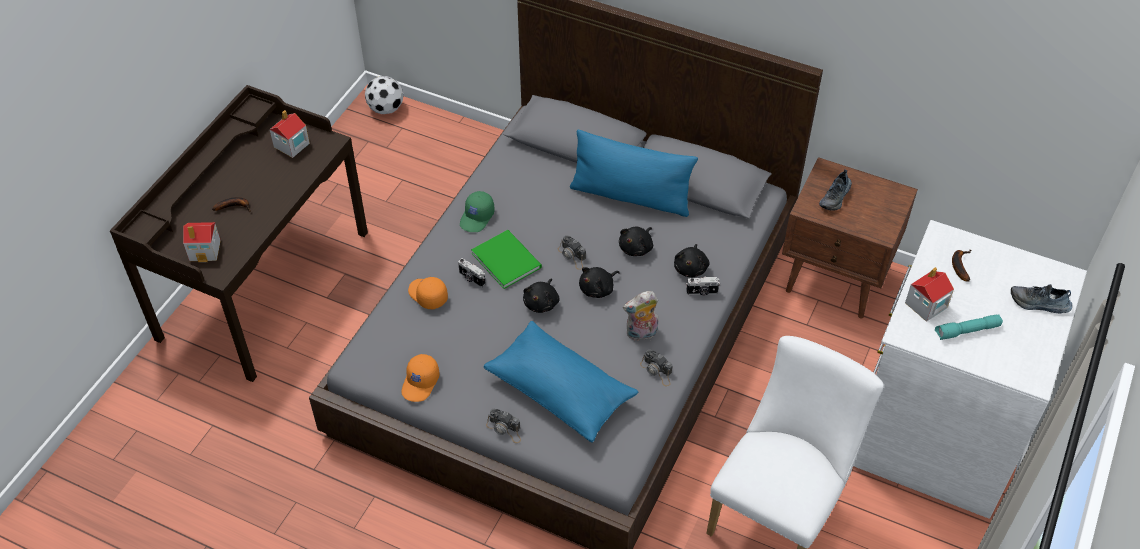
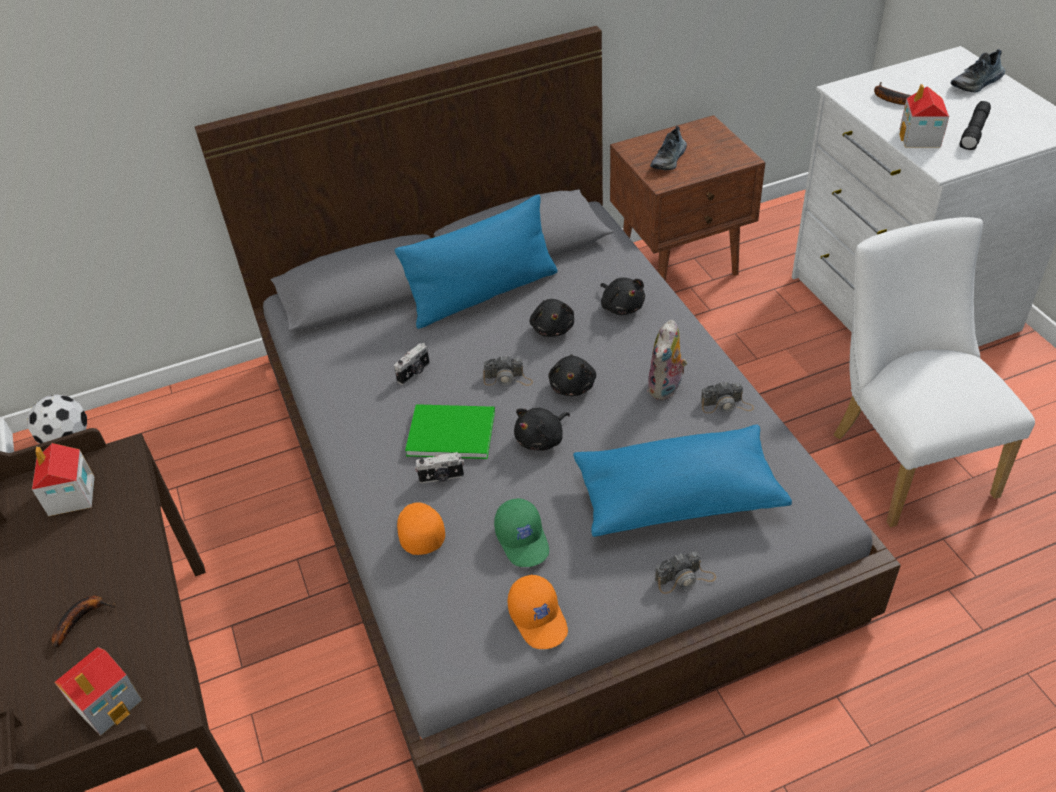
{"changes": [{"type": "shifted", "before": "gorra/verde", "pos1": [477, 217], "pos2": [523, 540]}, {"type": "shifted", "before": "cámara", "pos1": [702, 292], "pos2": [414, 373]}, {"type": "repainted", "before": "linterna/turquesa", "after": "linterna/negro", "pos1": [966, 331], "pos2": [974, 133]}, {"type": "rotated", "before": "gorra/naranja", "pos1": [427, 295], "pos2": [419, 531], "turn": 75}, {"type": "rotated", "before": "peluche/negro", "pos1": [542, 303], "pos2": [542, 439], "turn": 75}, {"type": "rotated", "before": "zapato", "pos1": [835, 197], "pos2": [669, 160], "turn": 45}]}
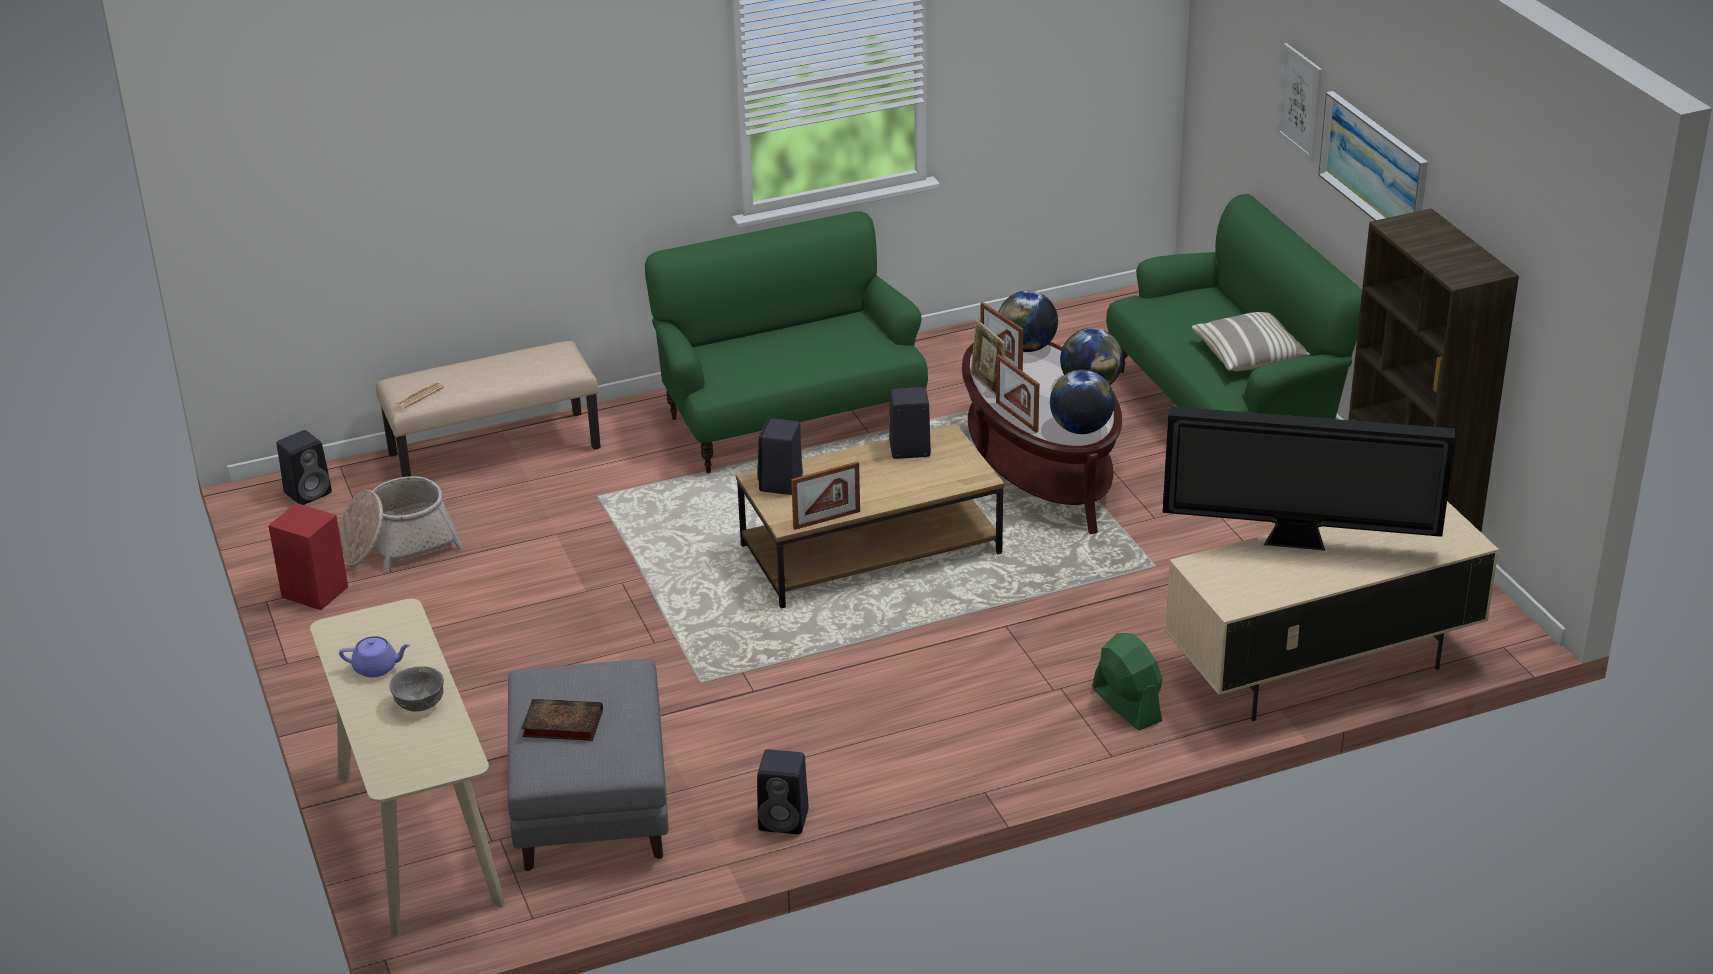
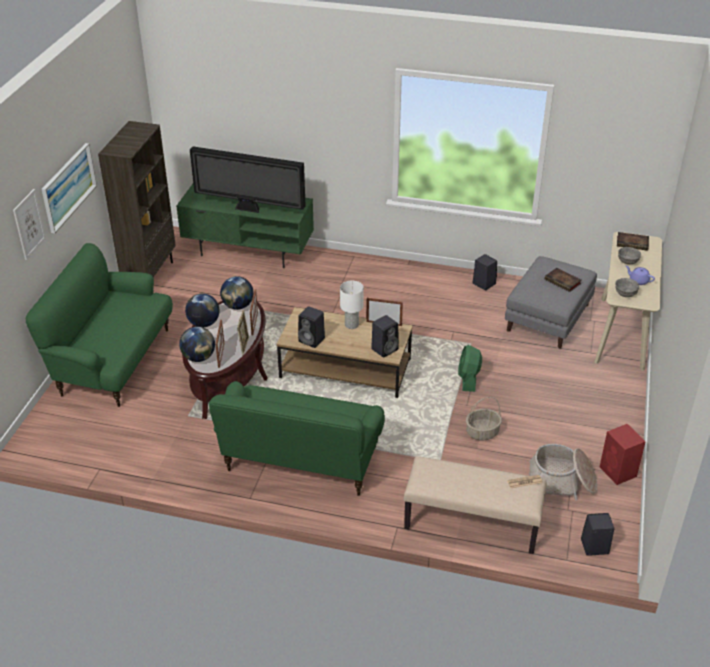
{"changes": [{"type": "gone", "before": "cojín", "pos1": [1249, 355]}, {"type": "new", "after": "lámpara de mesa/blanco", "pos2": [351, 325]}, {"type": "new", "after": "cesta", "pos2": [482, 432]}, {"type": "new", "after": "cuenco/gris", "pos2": [625, 293]}, {"type": "new", "after": "libro", "pos2": [633, 243]}, {"type": "shifted", "before": "ventilador/verde", "pos1": [1126, 705], "pos2": [468, 379]}, {"type": "repainted", "before": "mueble de televisión/beis", "after": "mueble de televisión/verde", "pos1": [1321, 668], "pos2": [249, 251]}, {"type": "rotated", "before": "televisor", "pos1": [1299, 543], "pos2": [249, 209], "turn": 150}]}
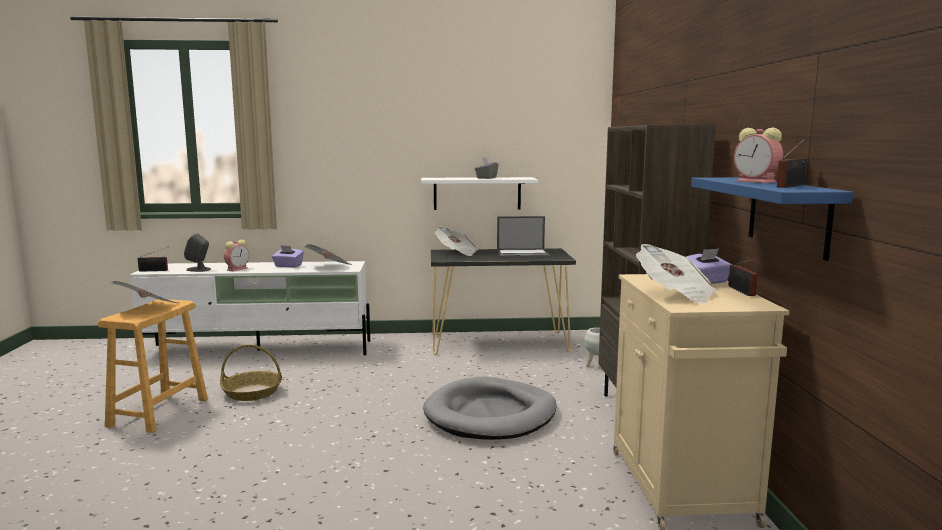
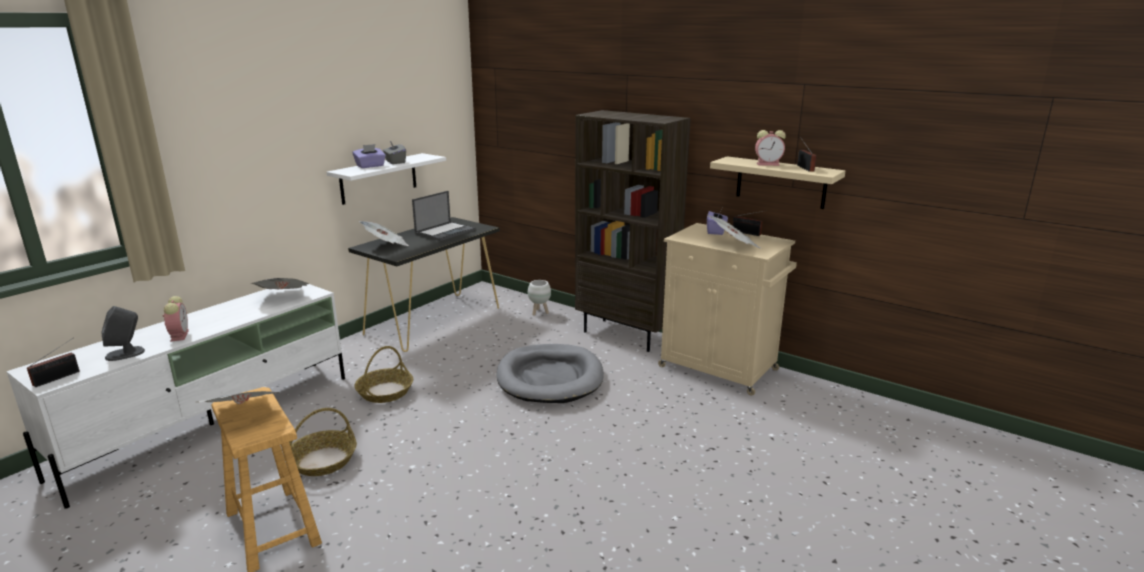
{"changes": [{"type": "new", "after": "cesta", "pos2": [385, 392]}, {"type": "shifted", "before": "caja de pañuelos/morado", "pos1": [288, 266], "pos2": [370, 166]}, {"type": "repainted", "before": "estante/azul", "after": "estante/beis", "pos1": [788, 215], "pos2": [781, 182]}]}
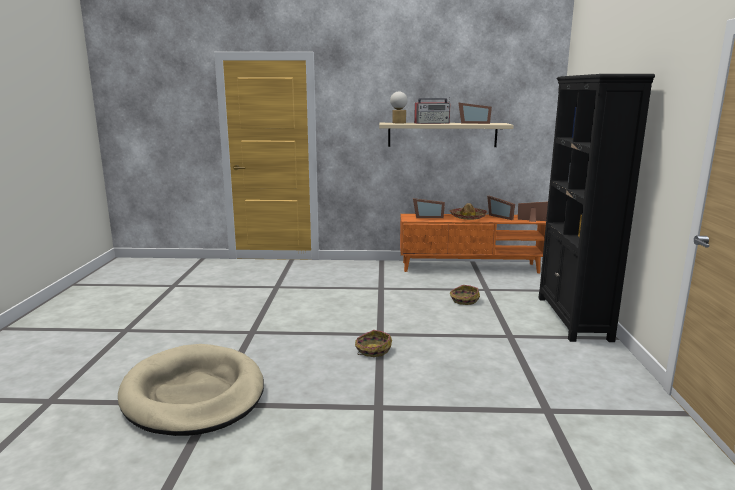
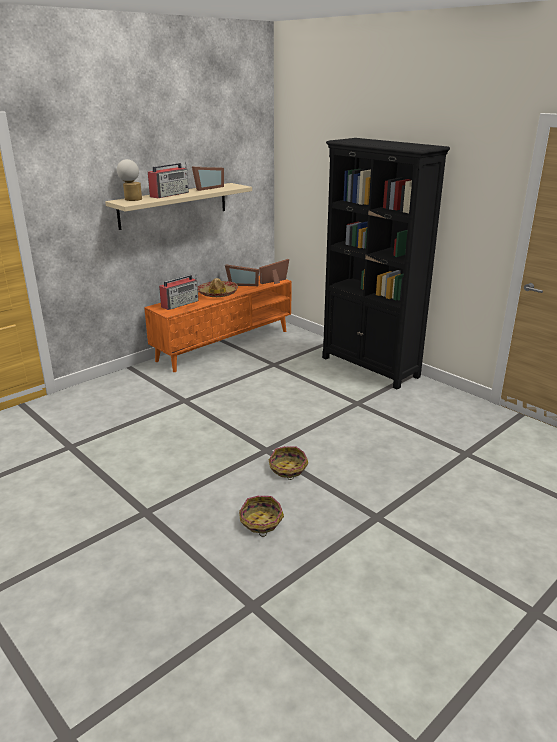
{"changes": [{"type": "gone", "before": "cama para perro/beis", "pos1": [194, 394]}, {"type": "shifted", "before": "cesta", "pos1": [464, 300], "pos2": [261, 522]}, {"type": "swapped", "before": "portarretratos", "after": "radio", "pos1": [427, 217], "pos2": [180, 304]}]}
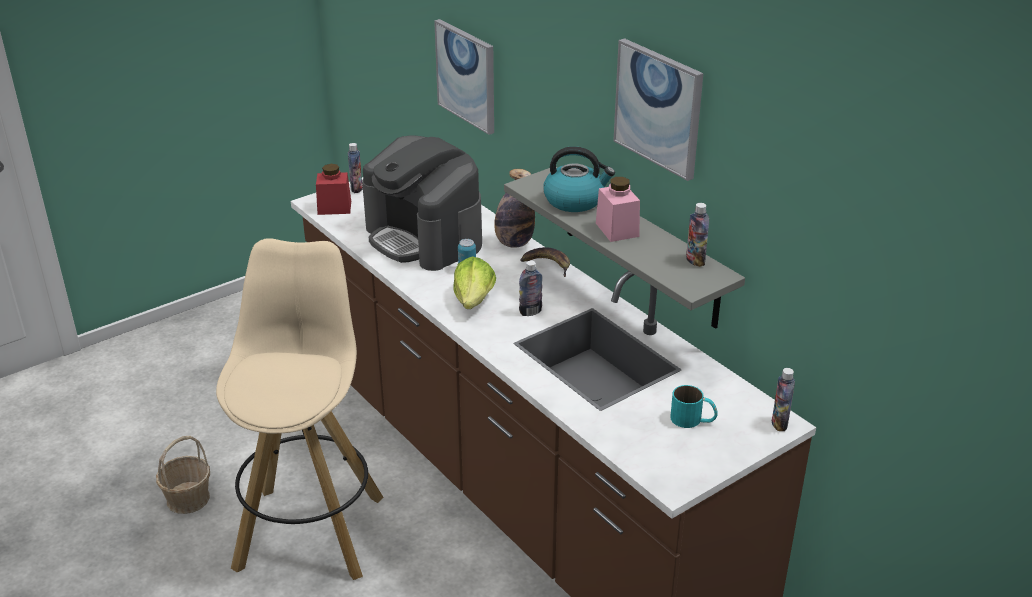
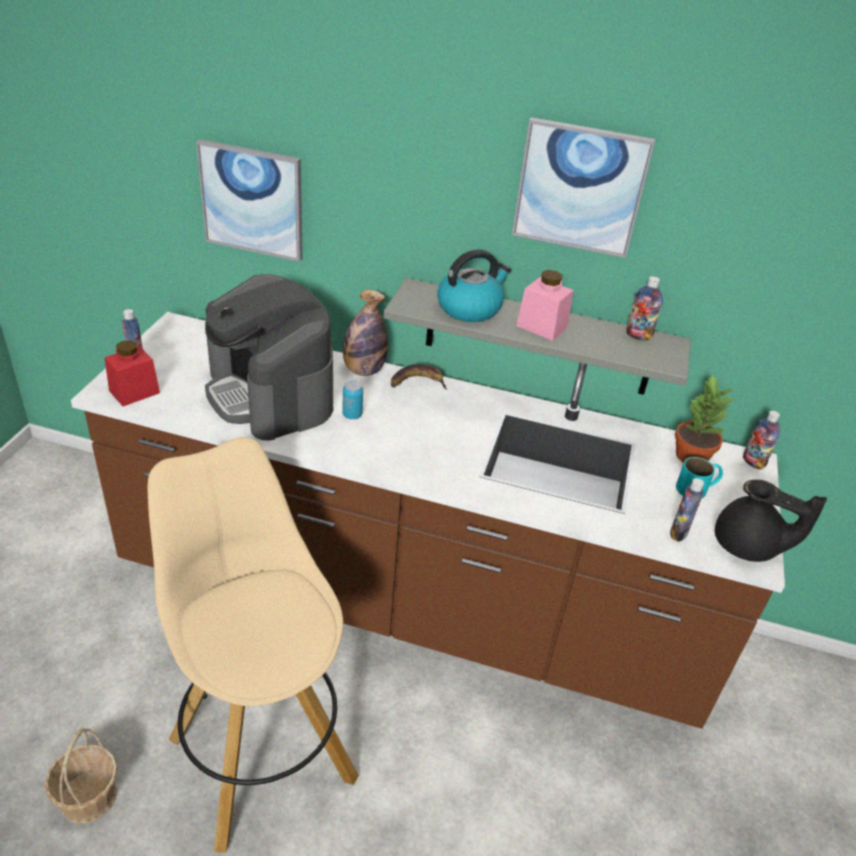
{"changes": [{"type": "gone", "before": "lechuga", "pos1": [474, 300]}, {"type": "new", "after": "planta en maceta", "pos2": [691, 455]}, {"type": "new", "after": "tetera/negro", "pos2": [748, 546]}, {"type": "shifted", "before": "botella", "pos1": [530, 312], "pos2": [678, 533]}, {"type": "rotated", "before": "cafetera", "pos1": [424, 237], "pos2": [271, 394], "turn": 45}]}
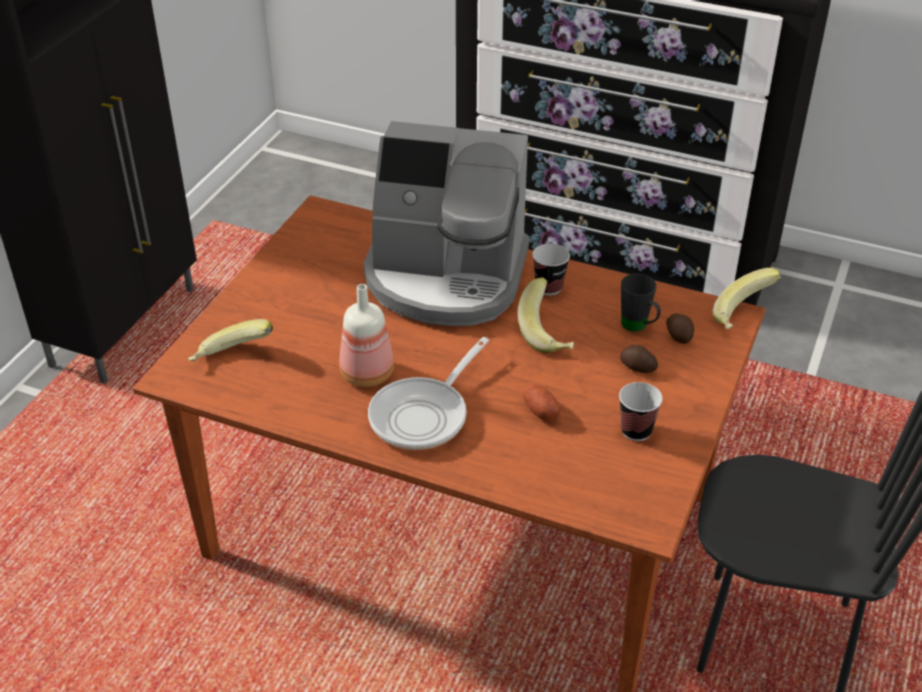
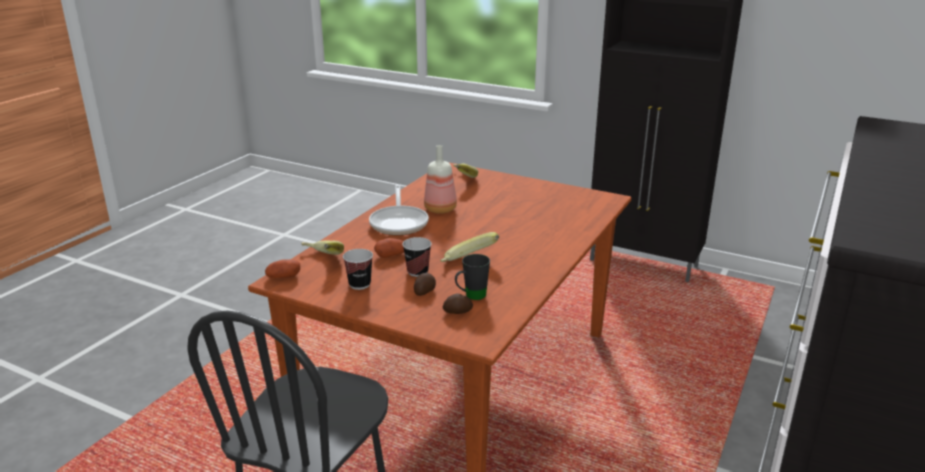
{"changes": [{"type": "gone", "before": "cafetera", "pos1": [446, 277]}, {"type": "new", "after": "patata", "pos2": [283, 277]}, {"type": "shifted", "before": "taza", "pos1": [549, 287], "pos2": [417, 272]}, {"type": "shifted", "before": "plátano", "pos1": [744, 316], "pos2": [321, 259]}, {"type": "rotated", "before": "sartén", "pos1": [424, 415], "pos2": [399, 223], "turn": -135}]}
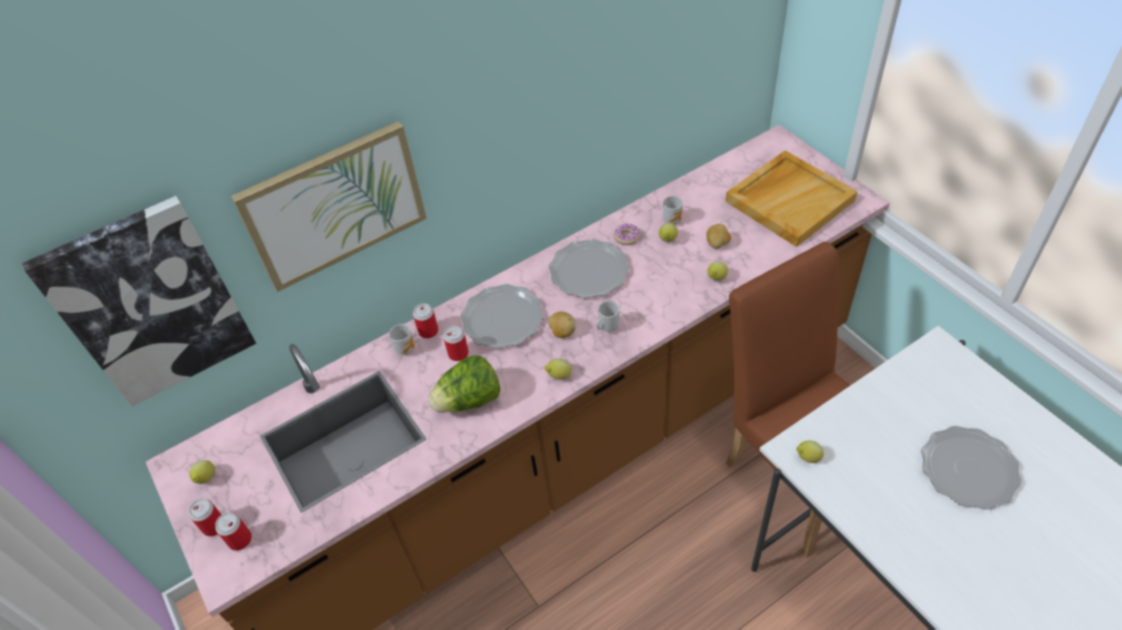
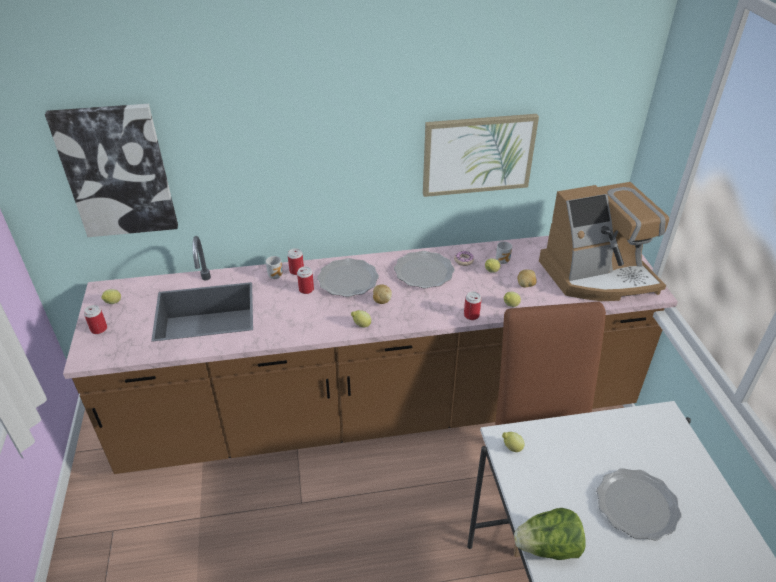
{"changes": [{"type": "gone", "before": "taza grande", "pos1": [607, 327]}, {"type": "shifted", "before": "lata", "pos1": [240, 540], "pos2": [471, 315]}, {"type": "shifted", "before": "cuadro", "pos1": [334, 205], "pos2": [478, 154]}, {"type": "shifted", "before": "lechuga", "pos1": [469, 401], "pos2": [548, 548]}, {"type": "swapped", "before": "bandeja/beis", "after": "cafetera", "pos1": [789, 200], "pos2": [598, 276]}]}
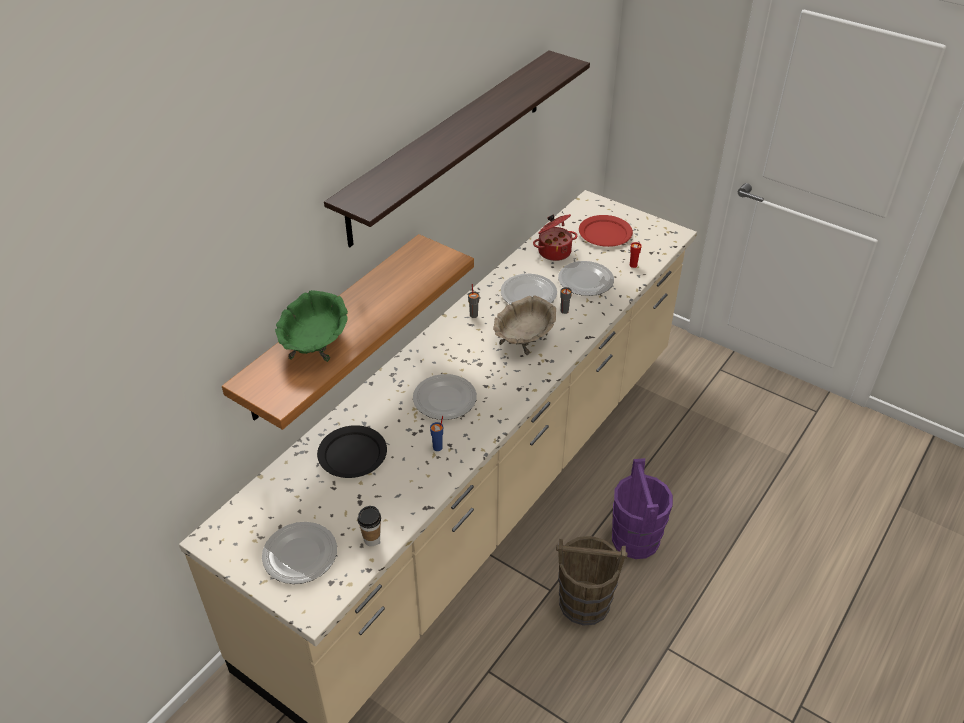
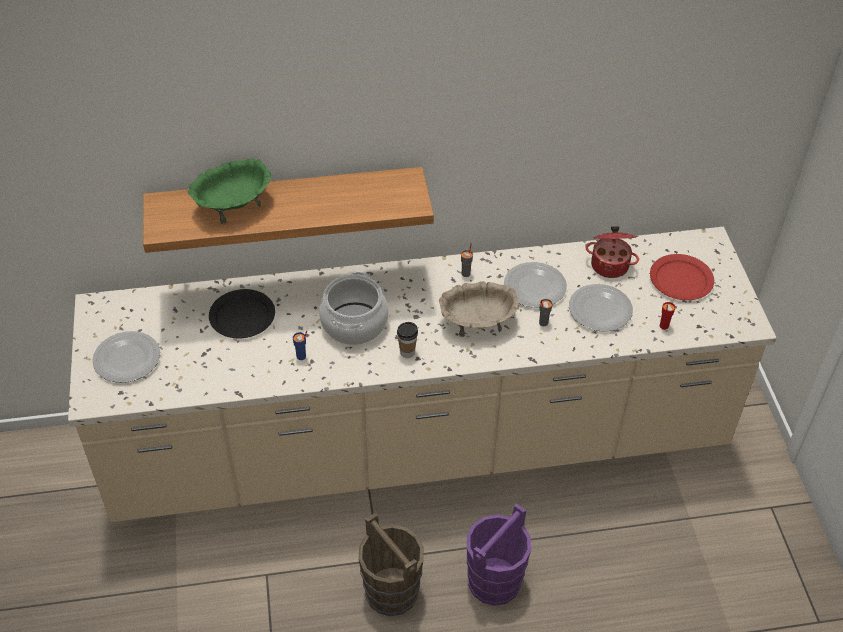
{"changes": [{"type": "gone", "before": "estante", "pos1": [449, 145]}, {"type": "shifted", "before": "taza", "pos1": [372, 539], "pos2": [407, 352]}, {"type": "swapped", "before": "plato", "after": "olla", "pos1": [443, 399], "pos2": [353, 324]}]}
